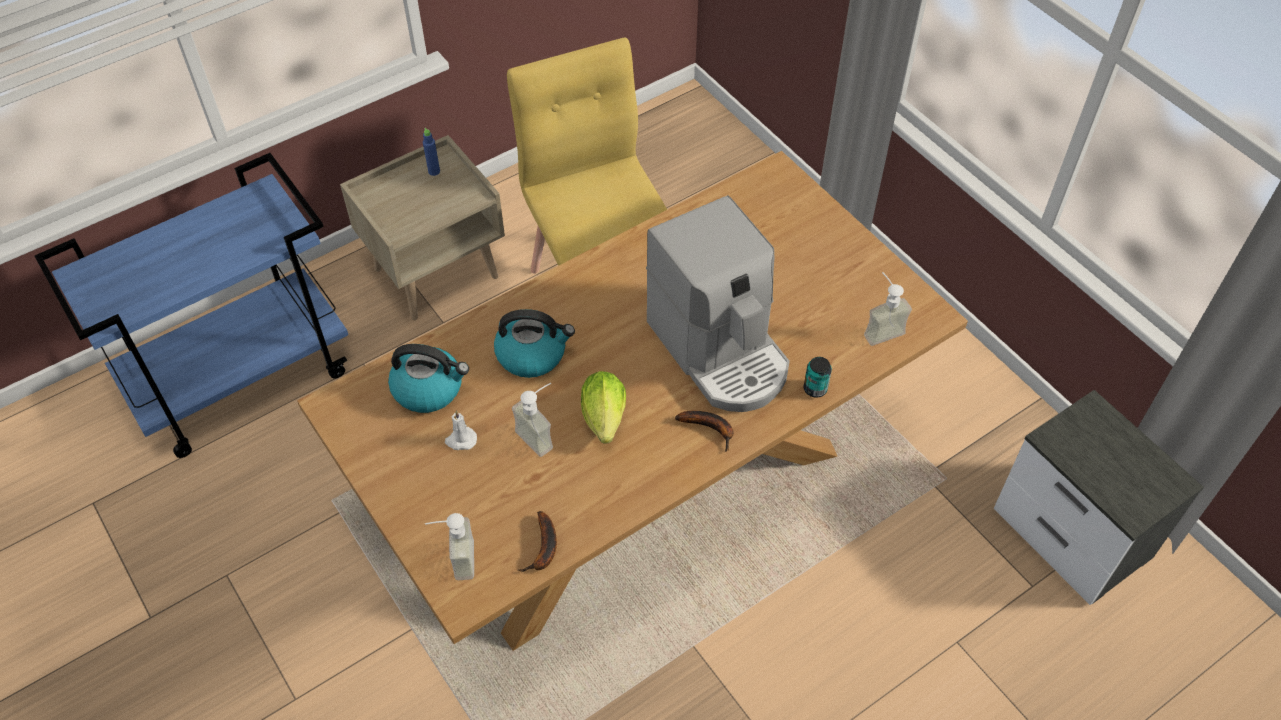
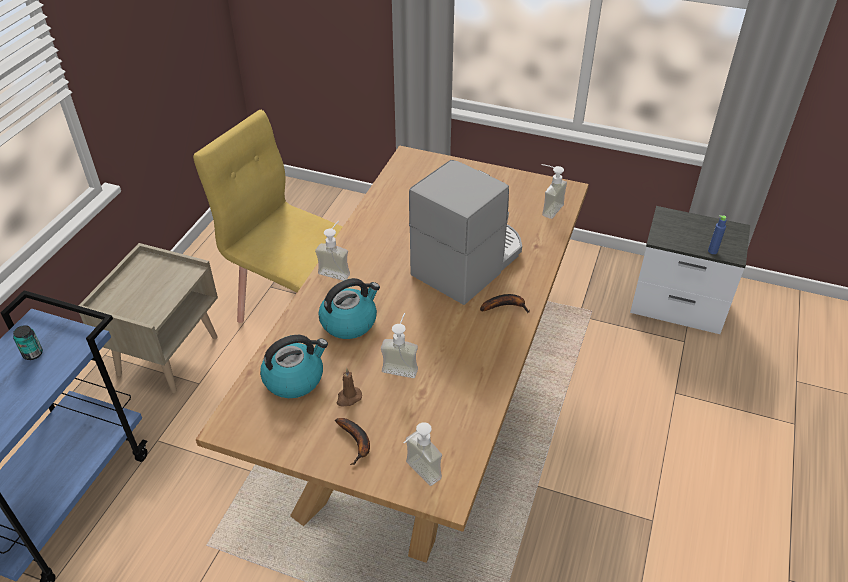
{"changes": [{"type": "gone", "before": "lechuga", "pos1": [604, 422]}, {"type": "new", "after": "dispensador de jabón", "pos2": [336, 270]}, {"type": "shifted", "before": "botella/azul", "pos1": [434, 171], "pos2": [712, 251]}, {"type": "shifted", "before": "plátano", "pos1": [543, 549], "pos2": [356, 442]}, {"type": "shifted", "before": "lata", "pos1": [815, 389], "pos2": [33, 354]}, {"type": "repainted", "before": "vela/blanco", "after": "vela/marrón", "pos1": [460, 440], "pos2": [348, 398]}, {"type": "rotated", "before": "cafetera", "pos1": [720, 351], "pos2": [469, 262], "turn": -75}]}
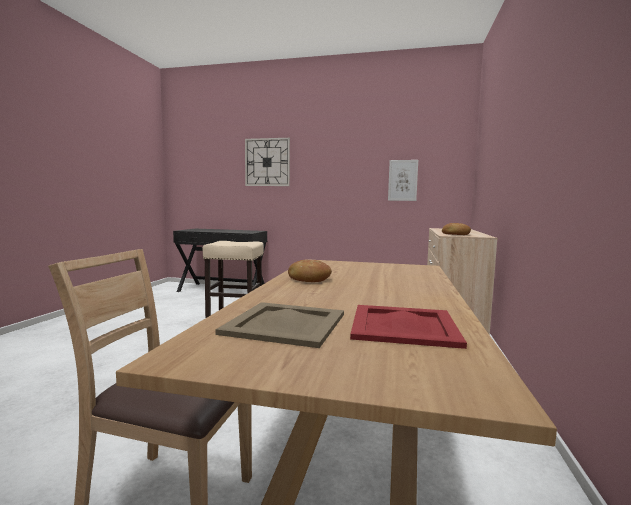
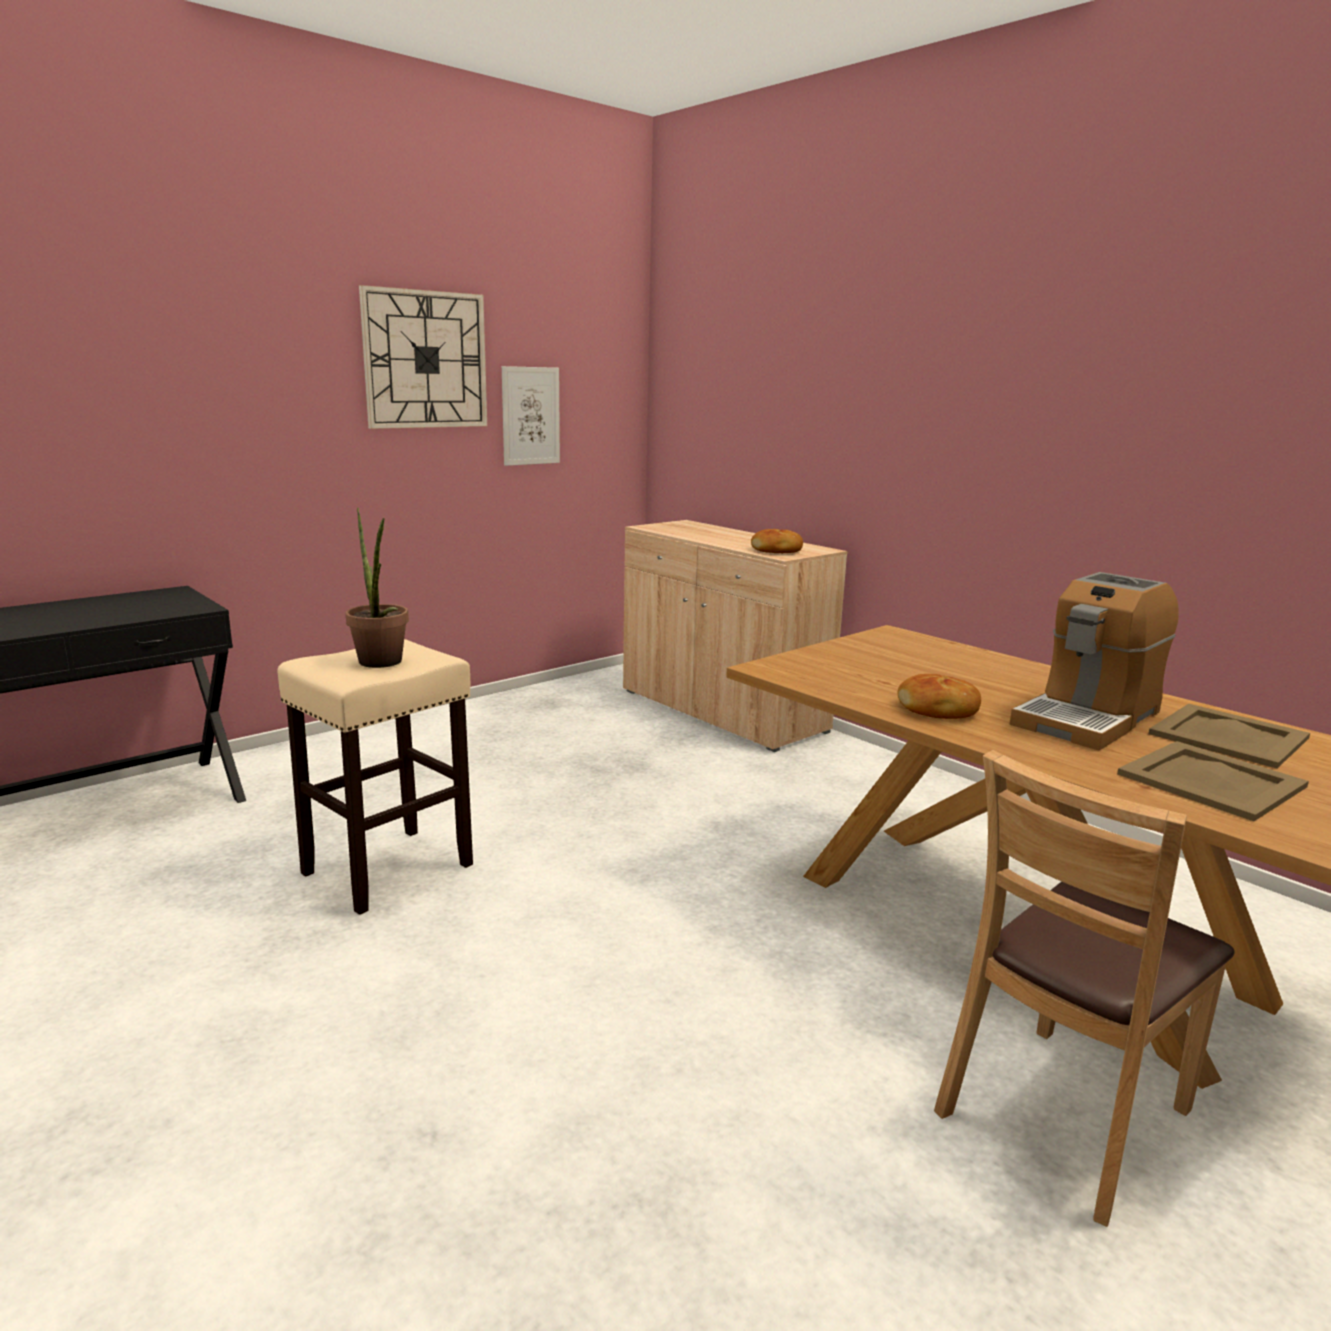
{"changes": [{"type": "new", "after": "planta en maceta", "pos2": [382, 664]}, {"type": "new", "after": "cafetera", "pos2": [1087, 718]}, {"type": "shifted", "before": "reloj de pared", "pos1": [267, 162], "pos2": [425, 360]}, {"type": "repainted", "before": "bandeja/rojo", "after": "bandeja/beis", "pos1": [404, 326], "pos2": [1230, 736]}]}
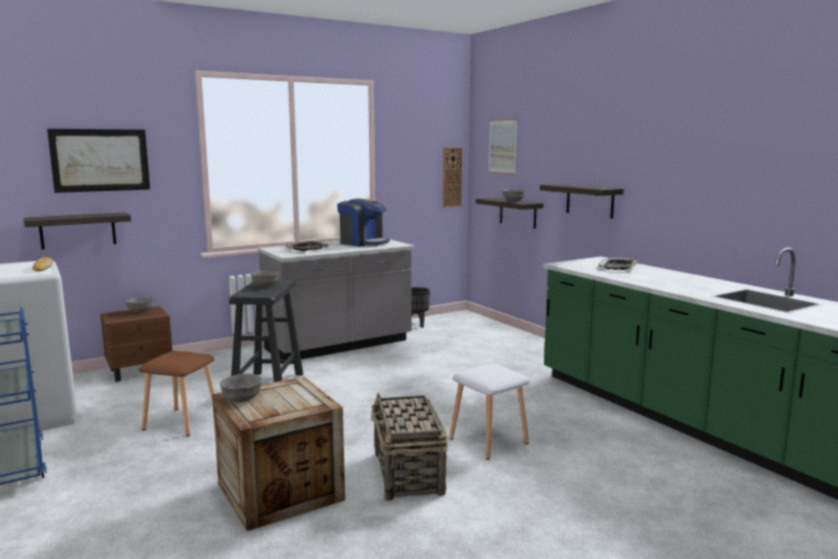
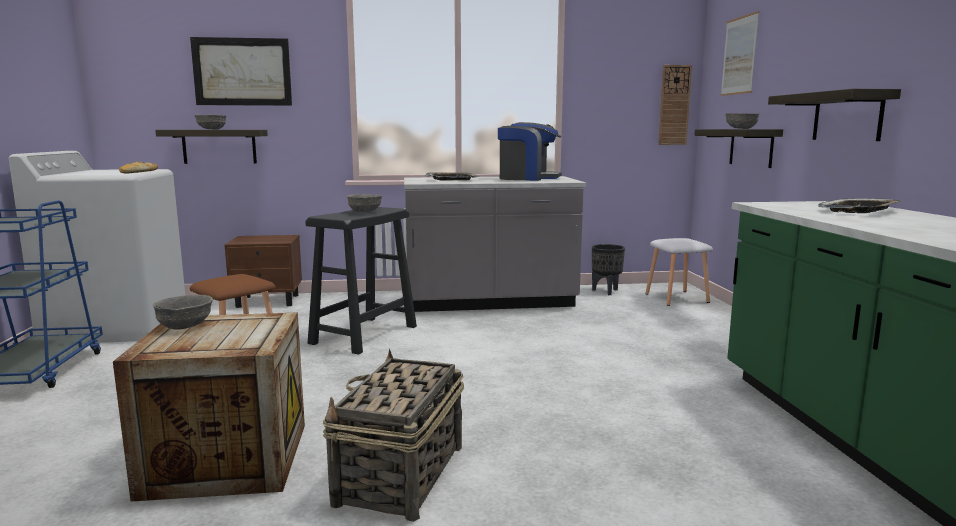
{"changes": [{"type": "shifted", "before": "cuenco/gris", "pos1": [140, 312], "pos2": [211, 129]}, {"type": "shifted", "before": "taburete/blanco", "pos1": [489, 440], "pos2": [677, 298]}, {"type": "rotated", "before": "cafetera", "pos1": [363, 243], "pos2": [528, 178], "turn": -45}]}
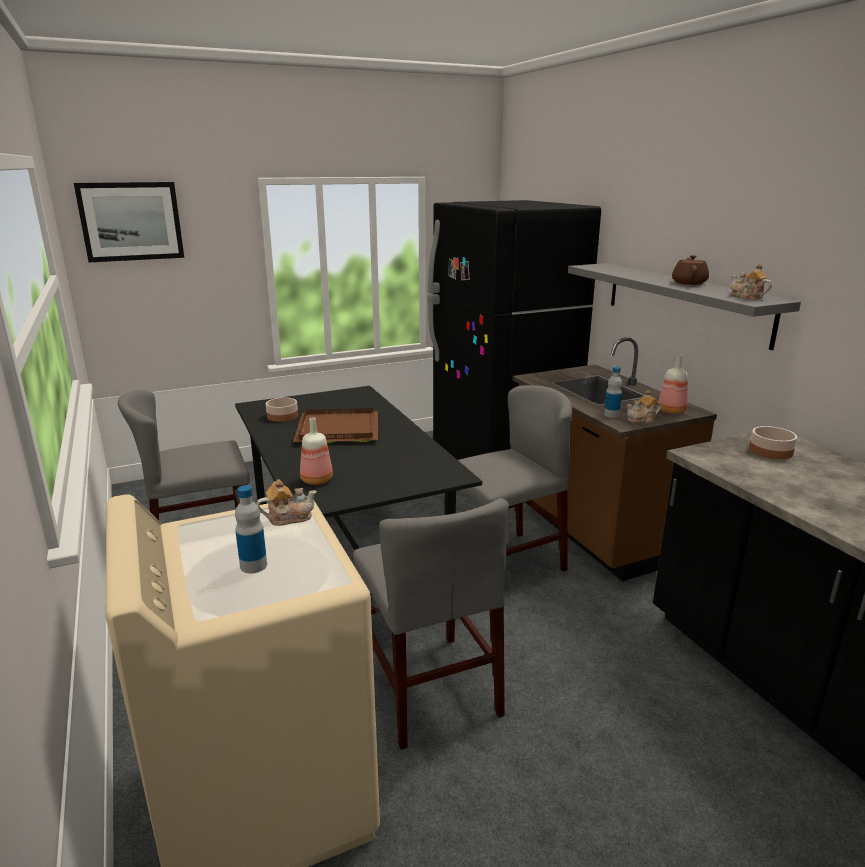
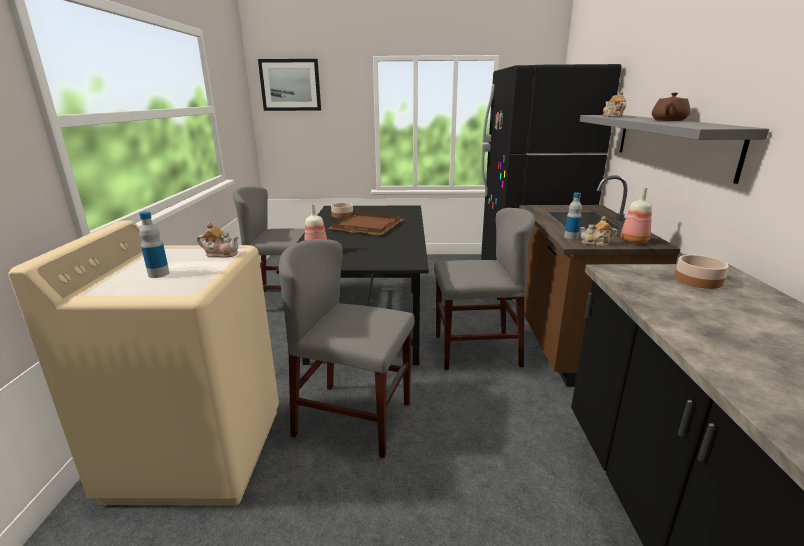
{"changes": [{"type": "shifted", "before": "tetera", "pos1": [747, 297], "pos2": [612, 116]}, {"type": "rotated", "before": "silla/gris", "pos1": [429, 687], "pos2": [353, 418], "turn": 105}]}
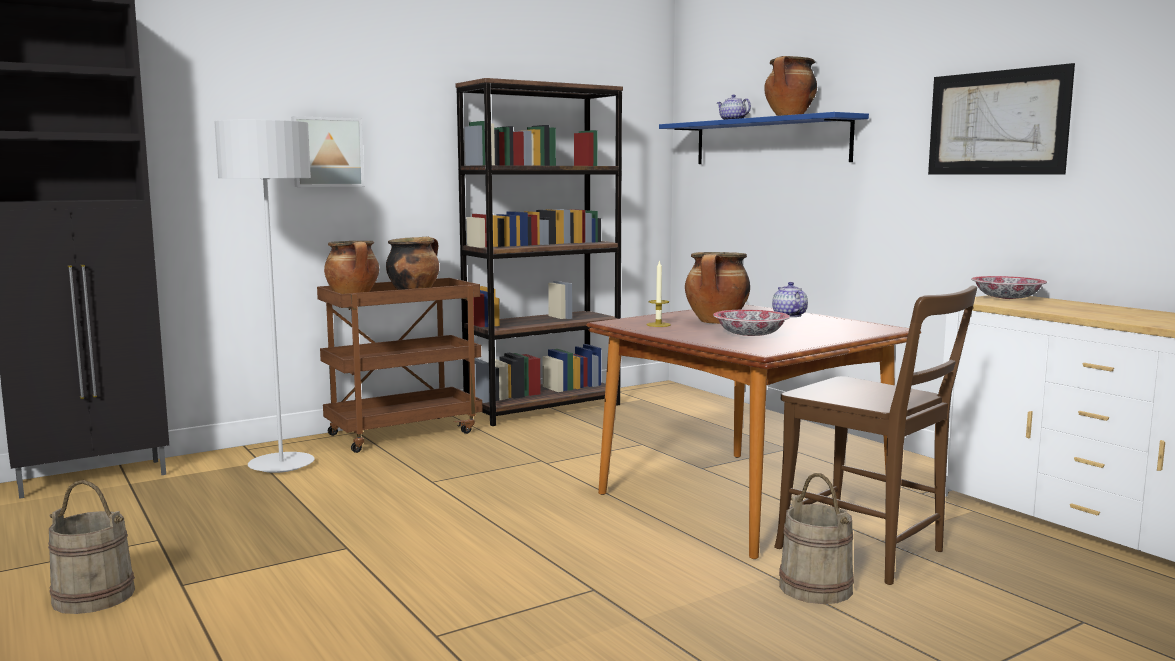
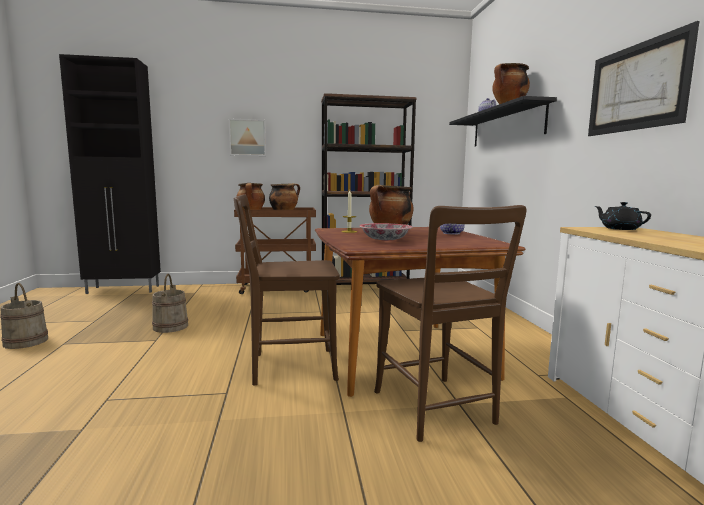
{"changes": [{"type": "gone", "before": "lámpara de pie/gris", "pos1": [281, 465]}, {"type": "new", "after": "silla/marrón", "pos2": [288, 366]}, {"type": "shifted", "before": "cubo/beis", "pos1": [815, 587], "pos2": [170, 326]}, {"type": "swapped", "before": "cuenco", "after": "tetera/negro", "pos1": [1006, 298], "pos2": [619, 229]}, {"type": "repainted", "before": "estante/azul", "after": "estante/negro", "pos1": [769, 141], "pos2": [506, 126]}]}
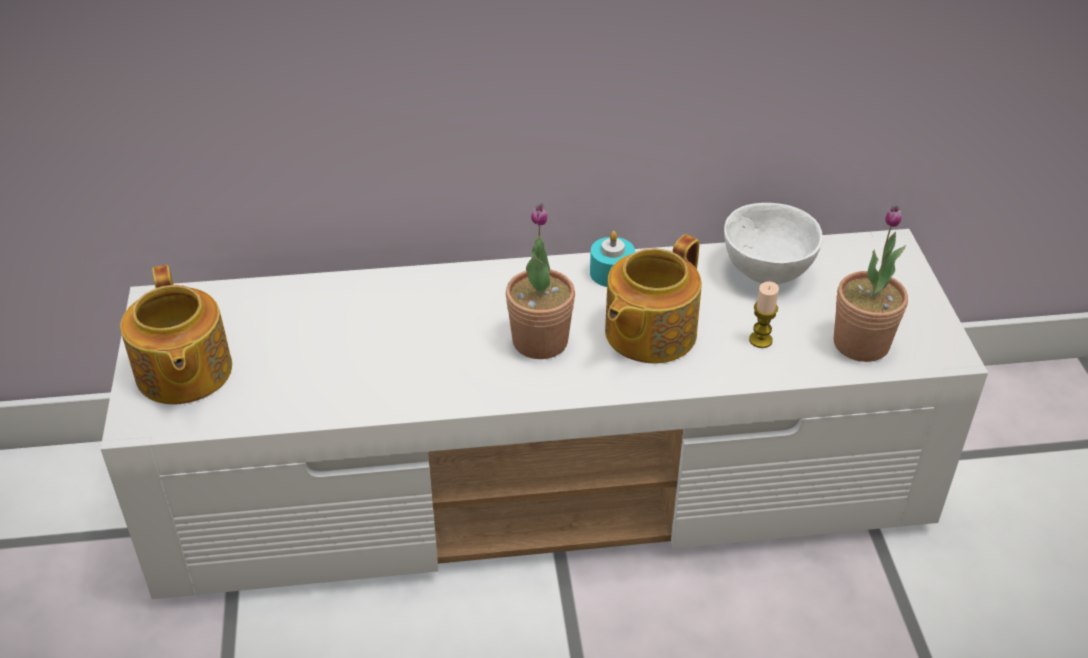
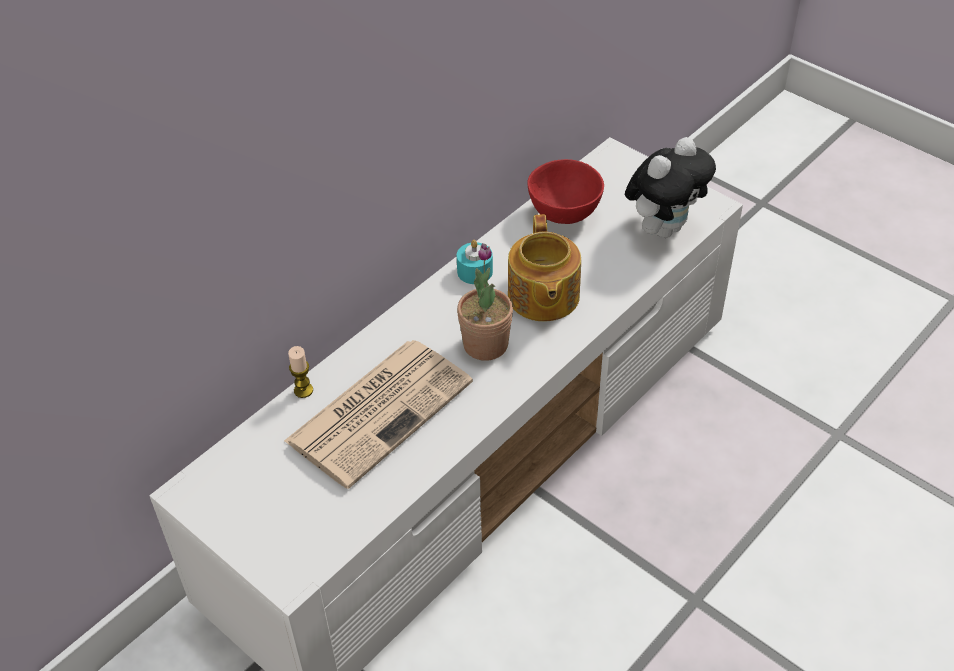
{"changes": [{"type": "gone", "before": "tetera", "pos1": [183, 373]}, {"type": "new", "after": "periódico", "pos2": [381, 410]}, {"type": "shifted", "before": "vela", "pos1": [760, 340], "pos2": [303, 390]}, {"type": "swapped", "before": "planta en maceta", "after": "peluche", "pos1": [861, 343], "pos2": [663, 228]}, {"type": "repainted", "before": "cuenco/blanco", "after": "cuenco/rojo", "pos1": [767, 273], "pos2": [565, 215]}]}
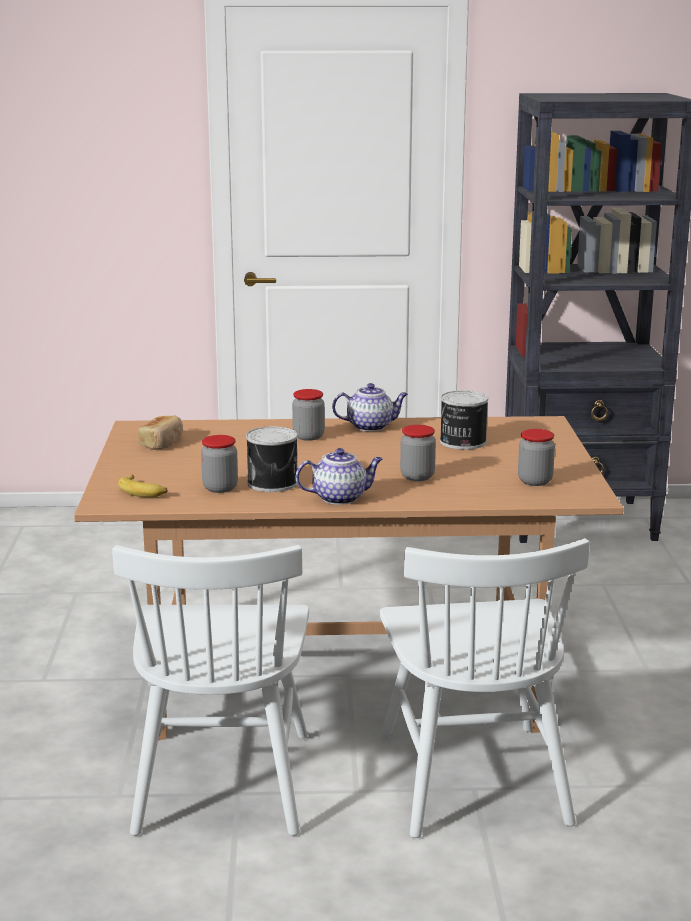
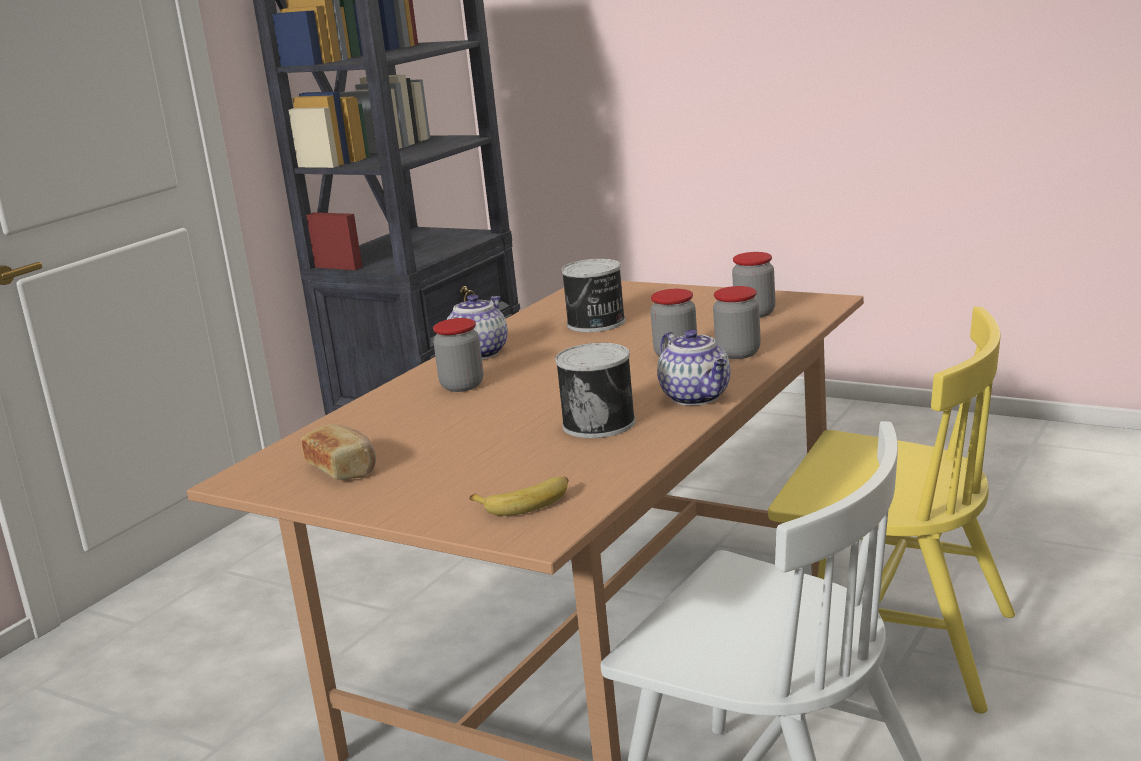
{"changes": [{"type": "shifted", "before": "tarro", "pos1": [220, 488], "pos2": [738, 353]}, {"type": "repainted", "before": "silla/blanco", "after": "silla/amarillo", "pos1": [473, 779], "pos2": [891, 644]}, {"type": "rotated", "before": "tetera", "pos1": [340, 498], "pos2": [697, 397], "turn": 135}]}
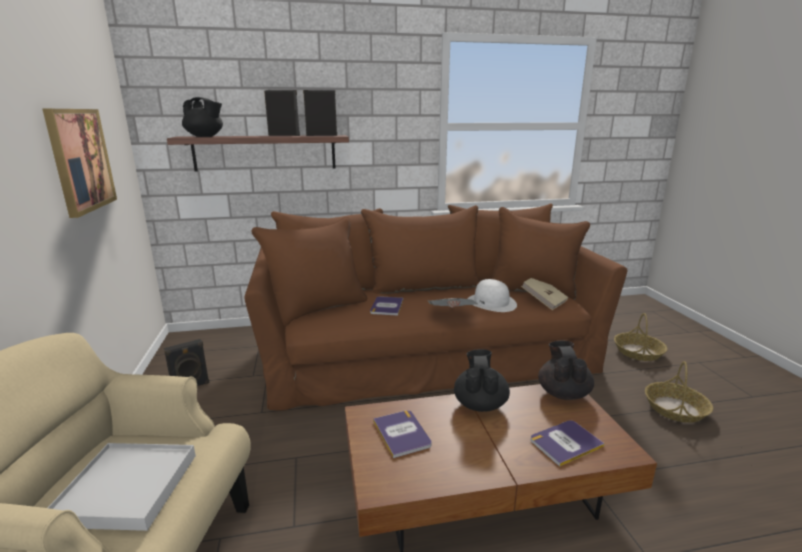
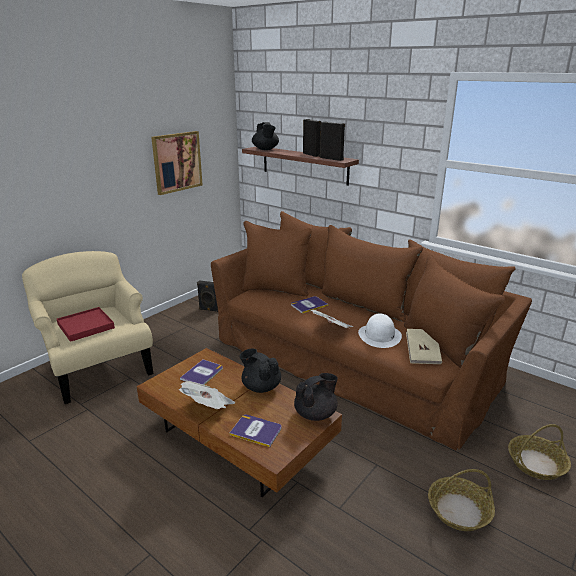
{"changes": [{"type": "new", "after": "periódico", "pos2": [208, 406]}, {"type": "repainted", "before": "bandeja/blanco", "after": "bandeja/rojo", "pos1": [126, 488], "pos2": [85, 326]}, {"type": "rotated", "before": "tetera/negro", "pos1": [480, 404], "pos2": [261, 387], "turn": -105}]}
